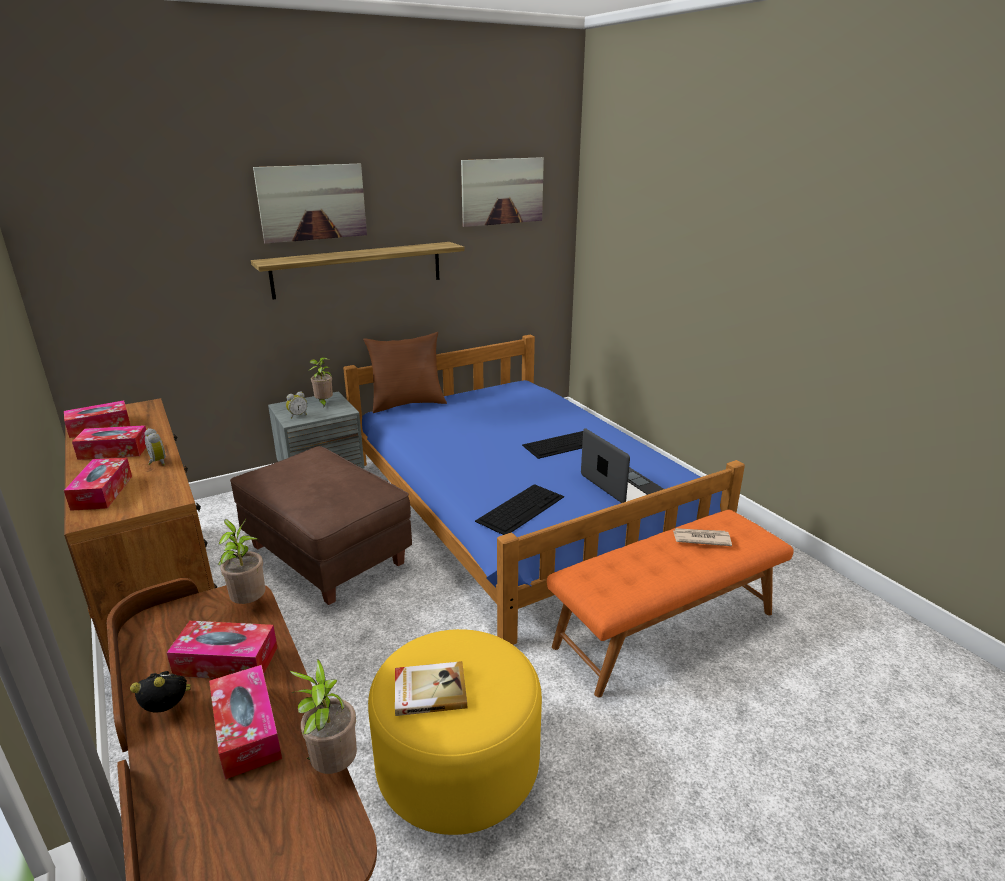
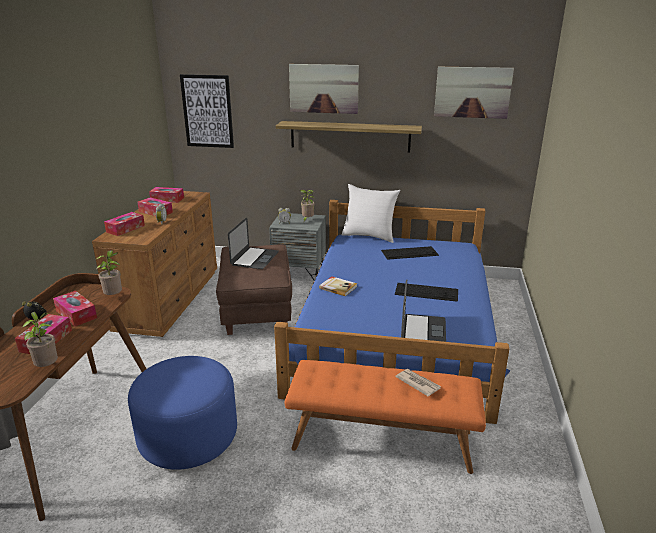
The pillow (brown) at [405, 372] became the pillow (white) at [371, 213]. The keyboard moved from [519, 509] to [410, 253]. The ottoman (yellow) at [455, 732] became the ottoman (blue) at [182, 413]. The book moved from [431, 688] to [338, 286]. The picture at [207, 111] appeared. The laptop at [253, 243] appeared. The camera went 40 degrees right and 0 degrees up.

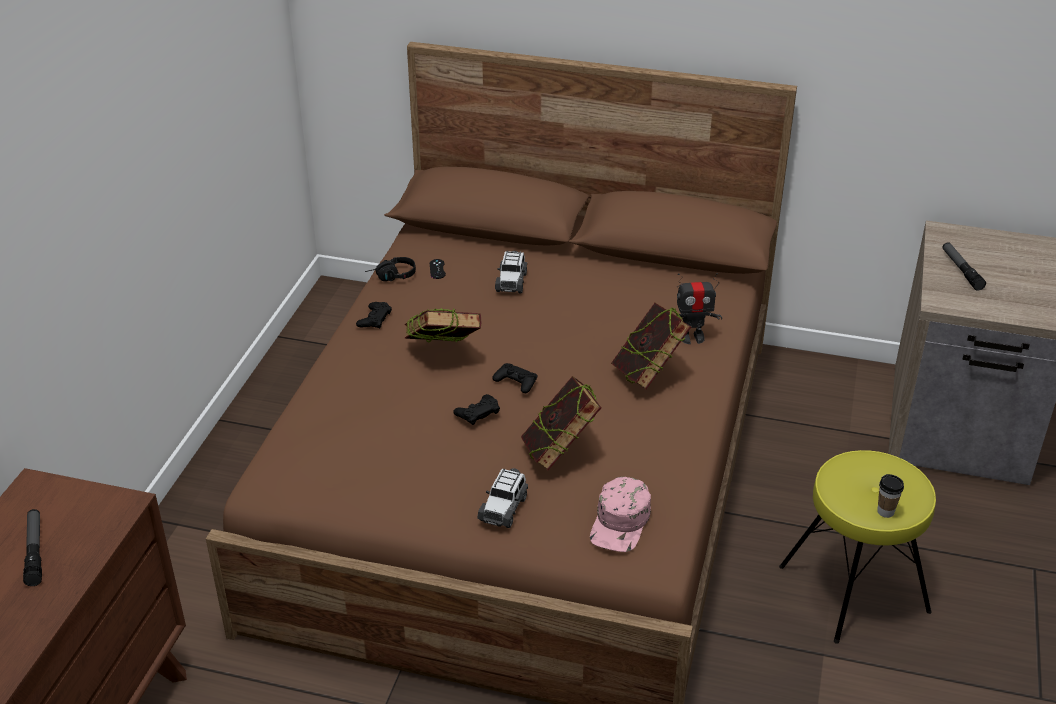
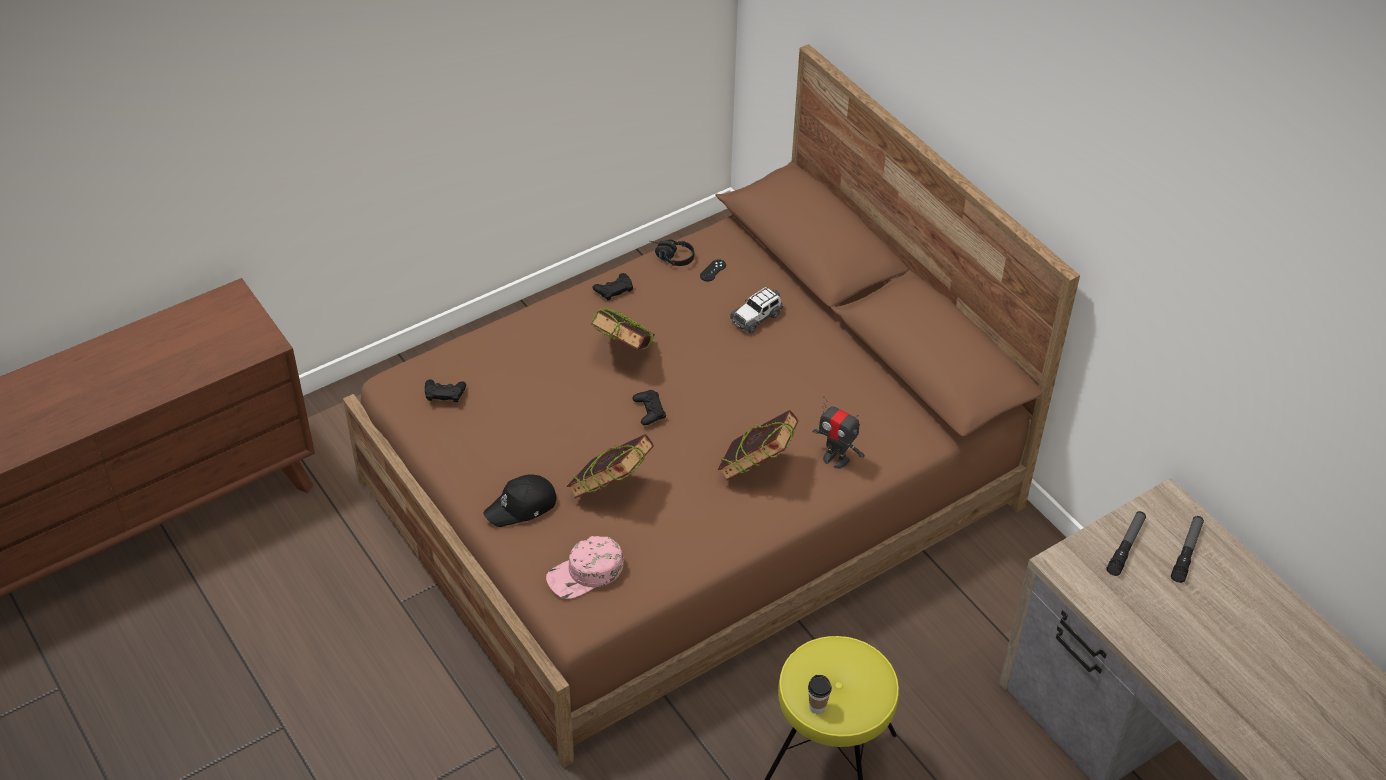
The game controller (black) moved from [476, 409] to [445, 390]. The toy car at [502, 498] was replaced by the cap (black) at [520, 500]. The flashlight moved from [32, 547] to [1187, 549]. The camera went 40 degrees right and 10 degrees up.

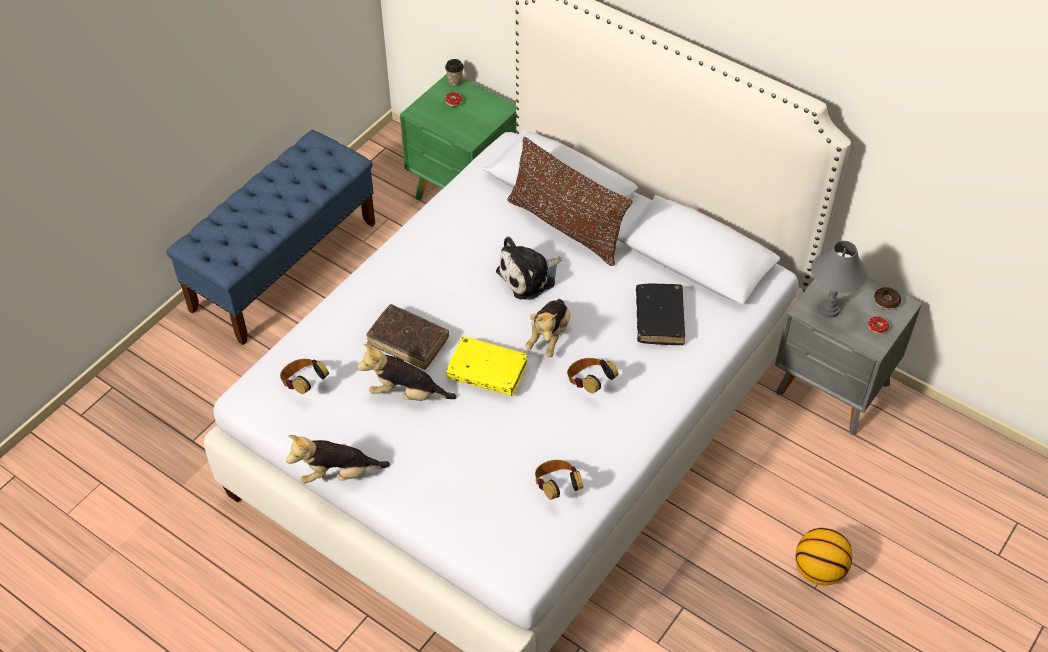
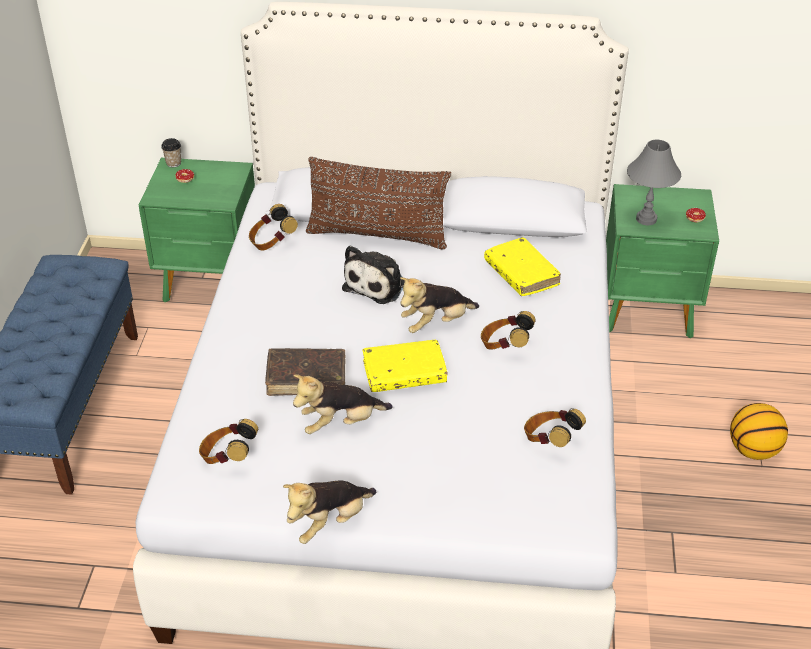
The nightstand (grey) at [848, 356] became the nightstand (green) at [662, 261]. The book (black) at [660, 314] became the book (yellow) at [522, 266]. The donut at [887, 298] disappeared. The plush toy at [548, 328] turned 75 degrees clockwise. The headphones at [273, 227] appeared. The camera went 30 degrees left and 10 degrees down.

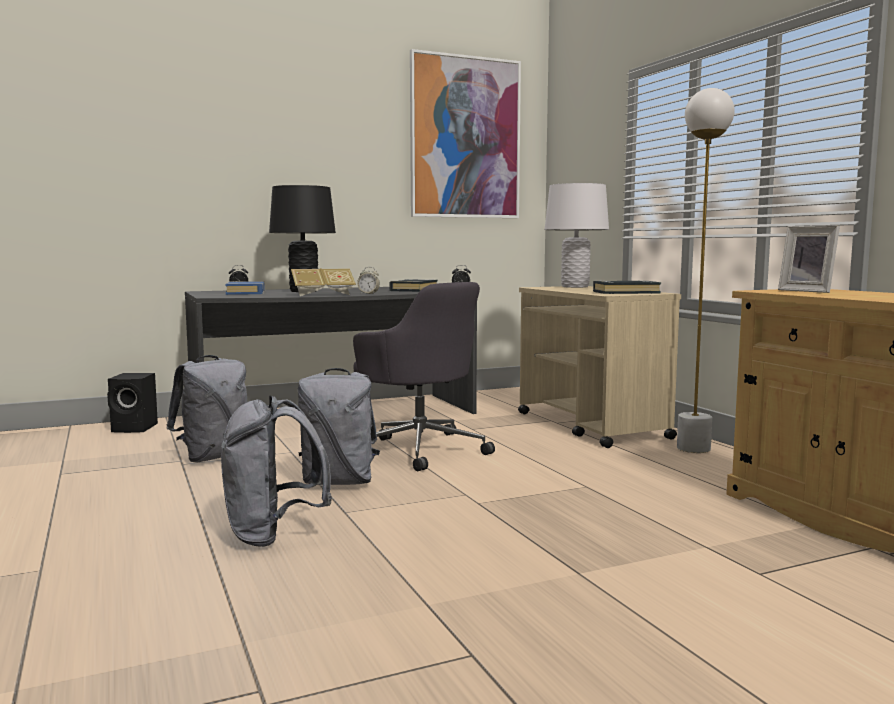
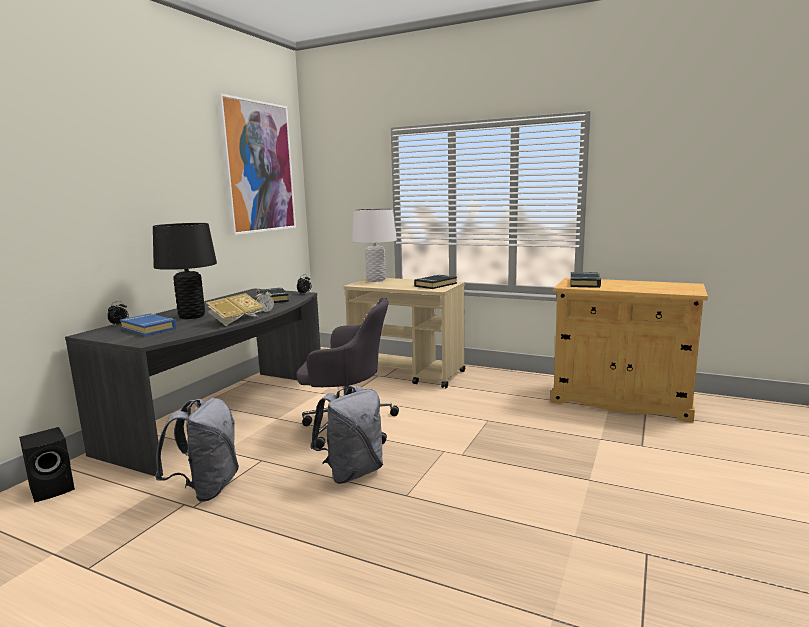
The floor lamp (white) at [706, 270] disappeared. The picture frame at [809, 259] was replaced by the book (black) at [585, 280]. The backpack (grey) at [276, 471] disappeared. The camera went 40 degrees left and 5 degrees up.

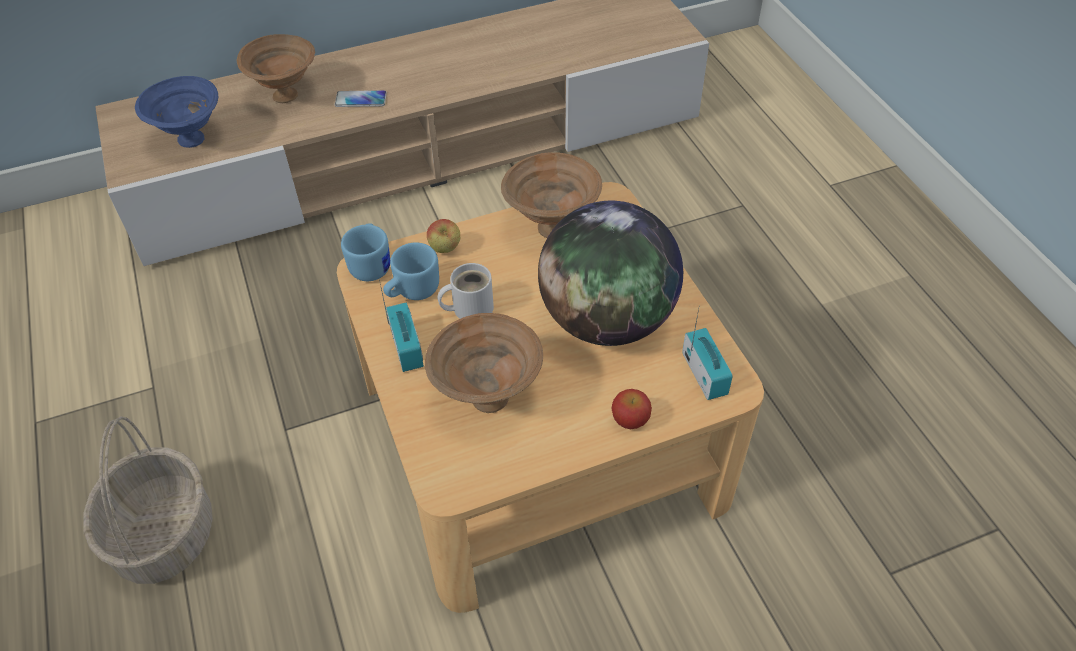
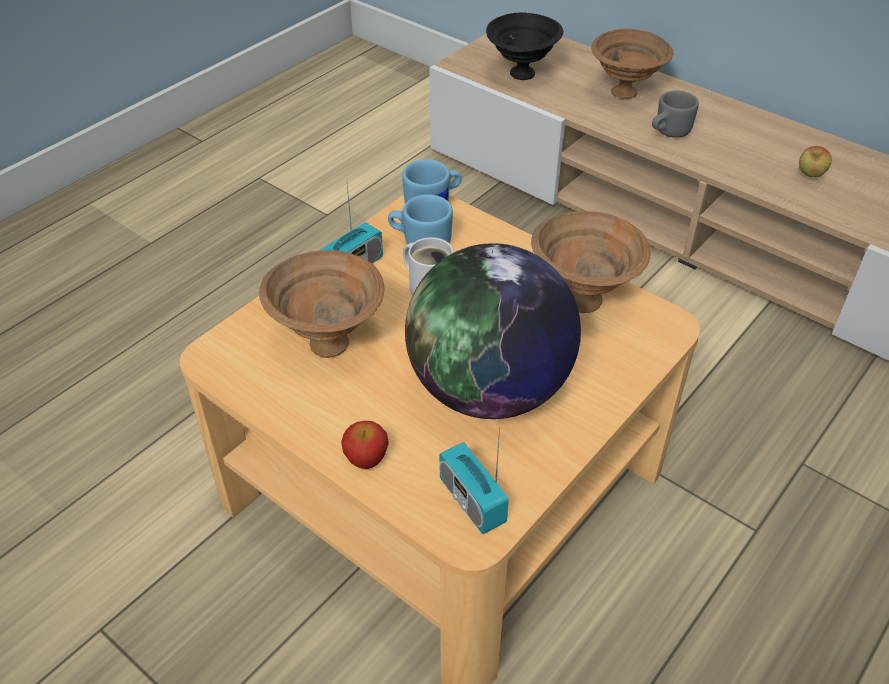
The bowl (blue) at [176, 112] became the bowl (black) at [524, 46]. The phone at [361, 98] was replaced by the mug (grey) at [675, 114]. The apple moved from [443, 236] to [815, 161]. The radio at [707, 354] turned 105 degrees clockwise. The basket at [148, 500] disappeared. The camera went 60 degrees right and 5 degrees down.

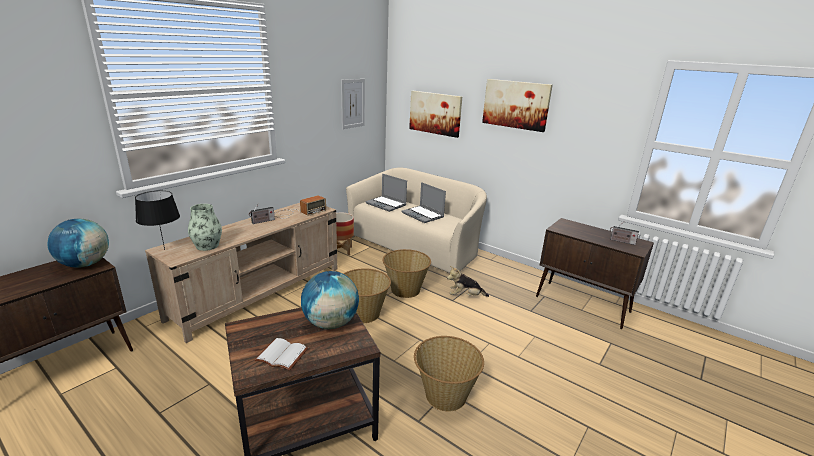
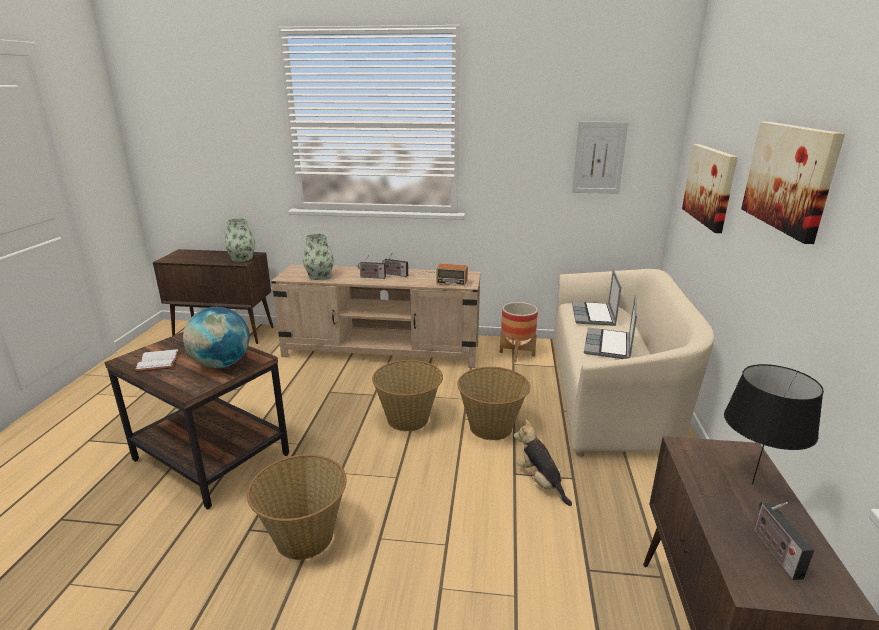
The table lamp (black) moved from [157, 220] to [774, 424]. The globe at [78, 243] was replaced by the vase at [240, 240]. The radio at [372, 267] appeared. The camera went 60 degrees right and 0 degrees up.

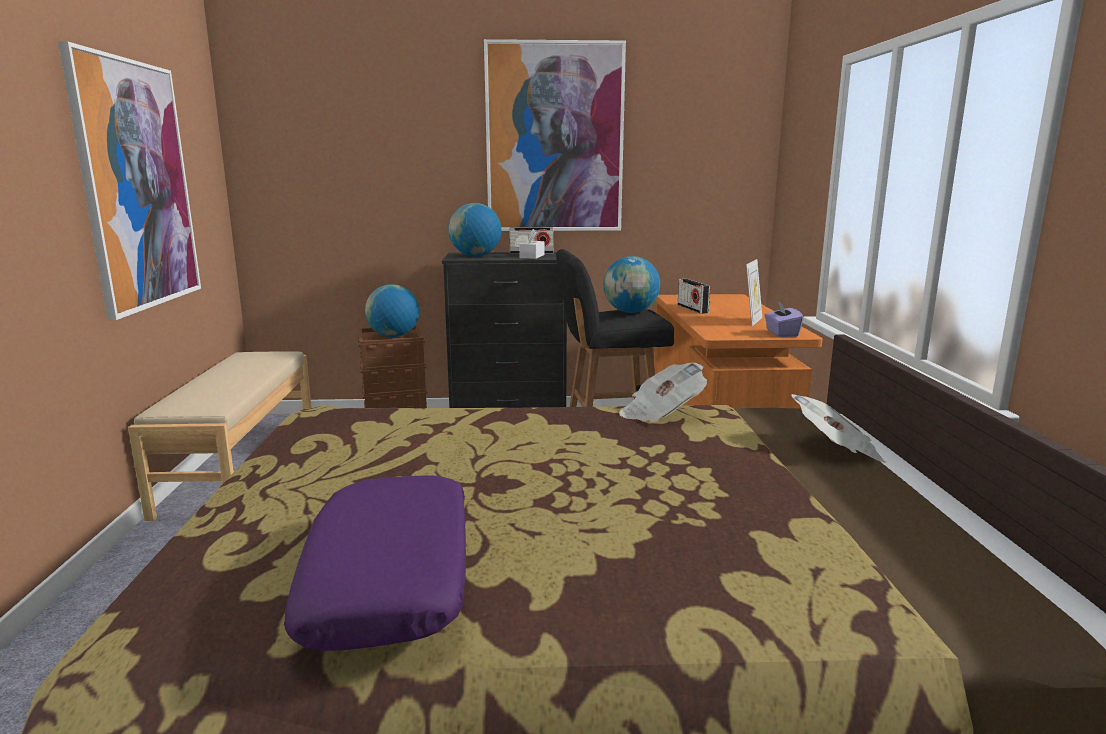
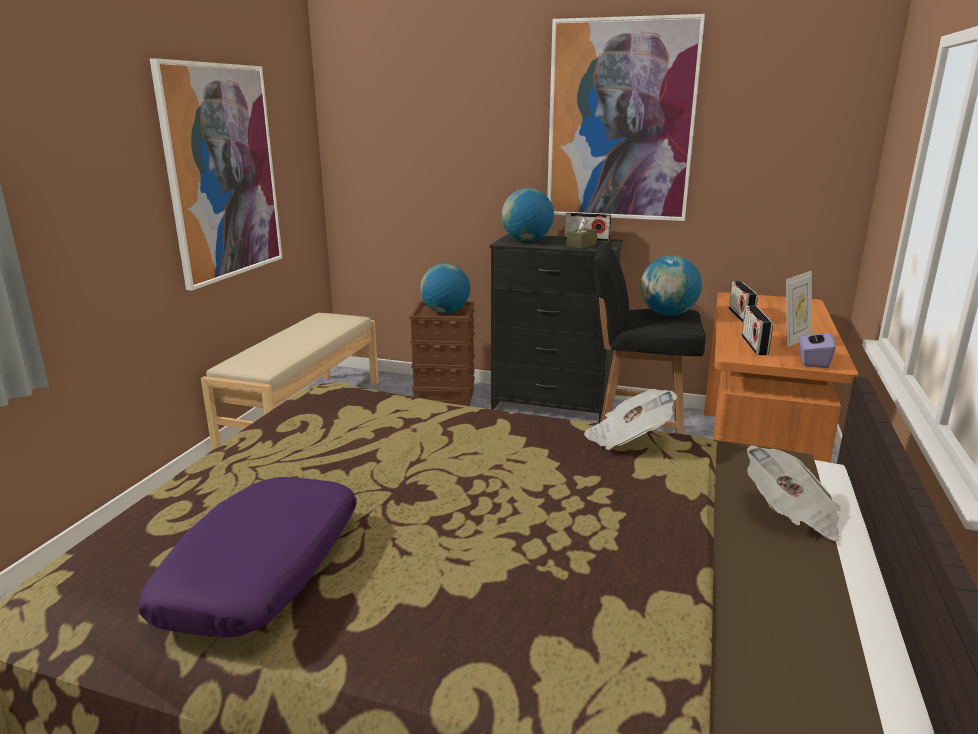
The tissue box (white) at [531, 244] became the tissue box (brown) at [581, 233]. The radio at [757, 330] appeared. The camera went 20 degrees right and 5 degrees up.

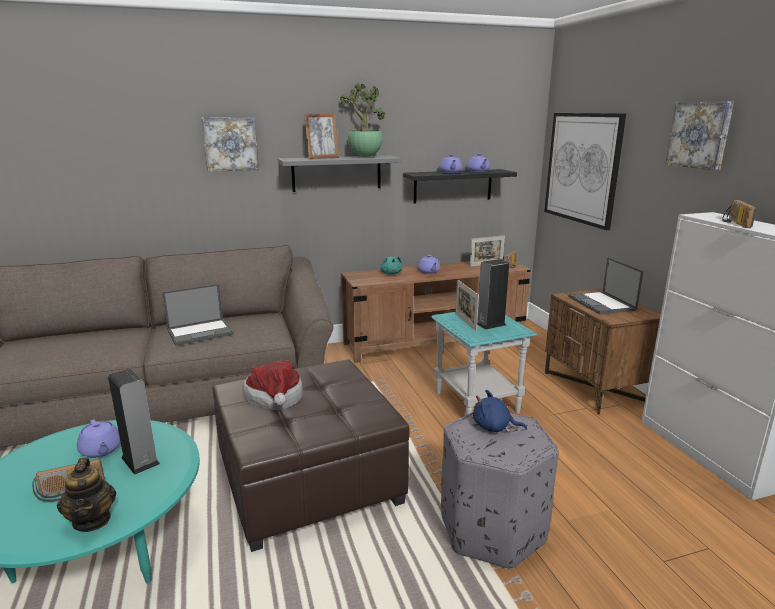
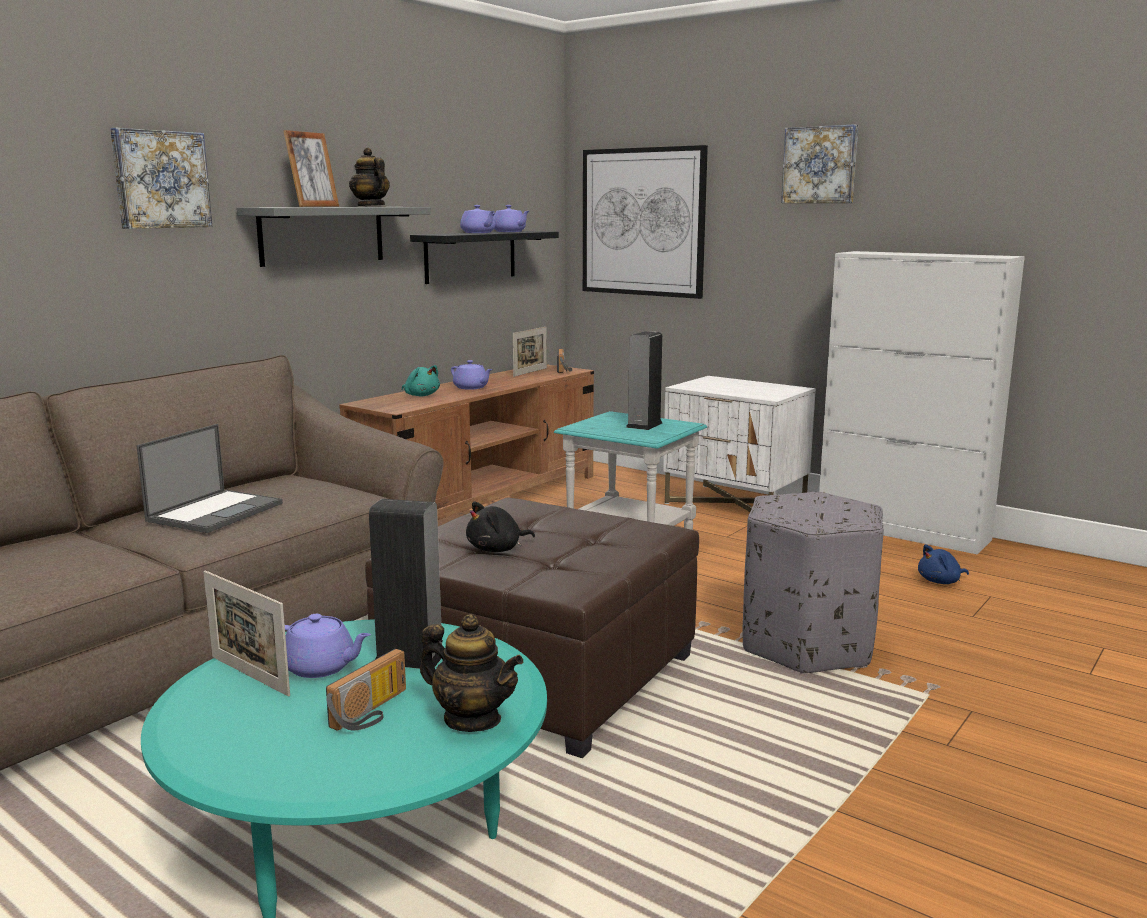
The potted plant at [363, 120] was replaced by the teapot at [369, 177]. The radio at [739, 214] disappeared. The laptop at [606, 286] disappeared. The picture frame moved from [467, 305] to [247, 633]. The nightstand (brown) at [603, 351] became the nightstand (white) at [739, 444]. The hat at [273, 385] was replaced by the plush toy (black) at [500, 527]. The plush toy (blue) moved from [500, 411] to [943, 564]. The camera went 35 degrees left and 5 degrees down.

